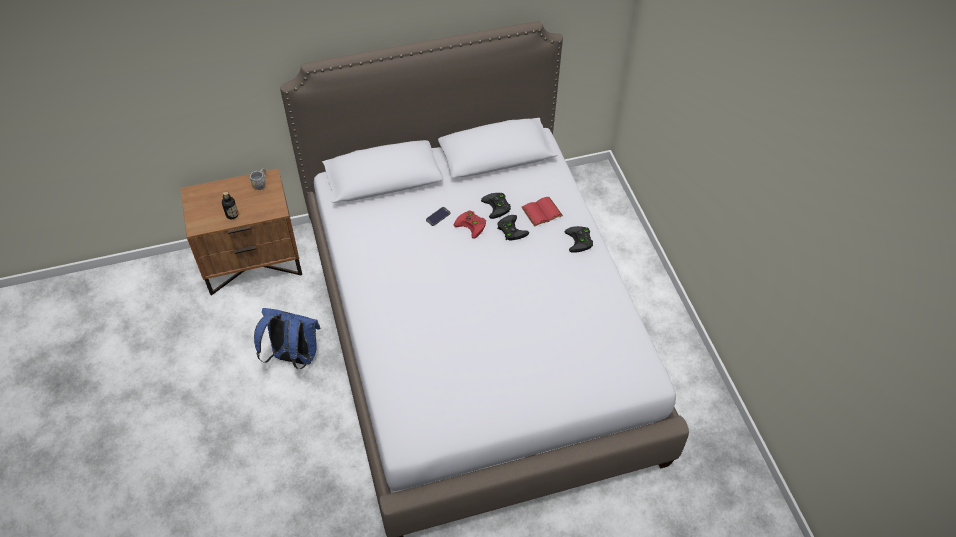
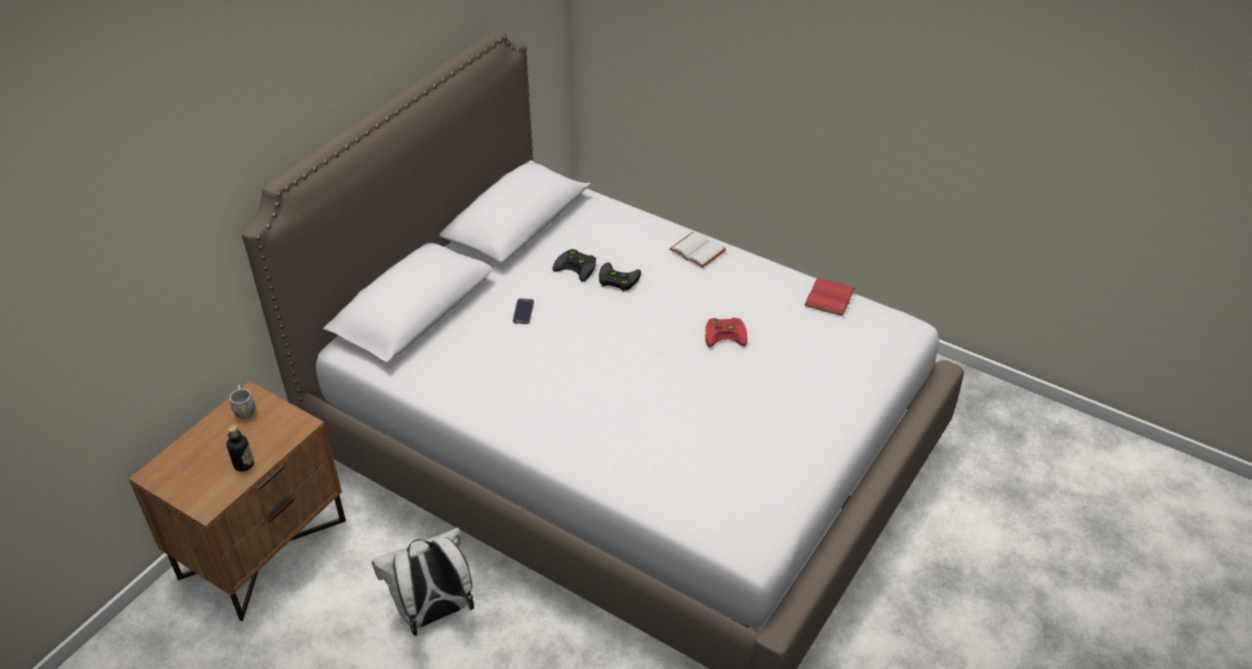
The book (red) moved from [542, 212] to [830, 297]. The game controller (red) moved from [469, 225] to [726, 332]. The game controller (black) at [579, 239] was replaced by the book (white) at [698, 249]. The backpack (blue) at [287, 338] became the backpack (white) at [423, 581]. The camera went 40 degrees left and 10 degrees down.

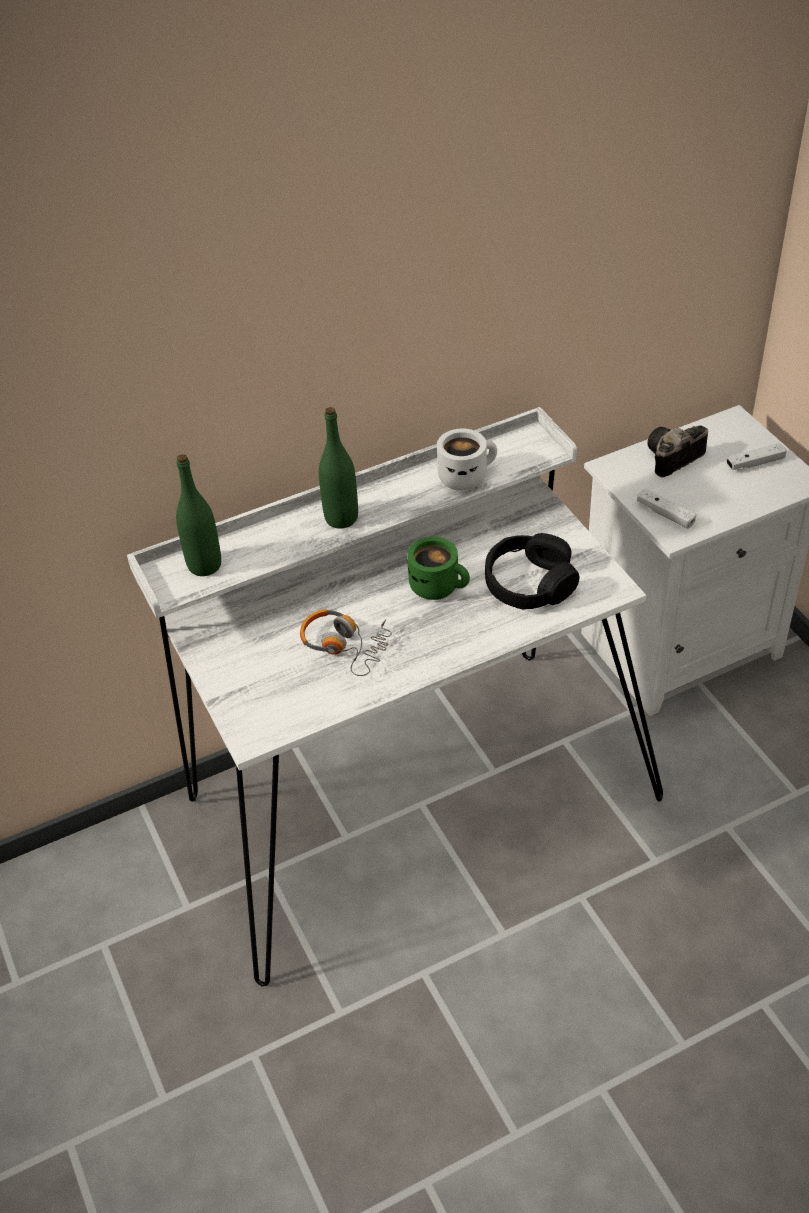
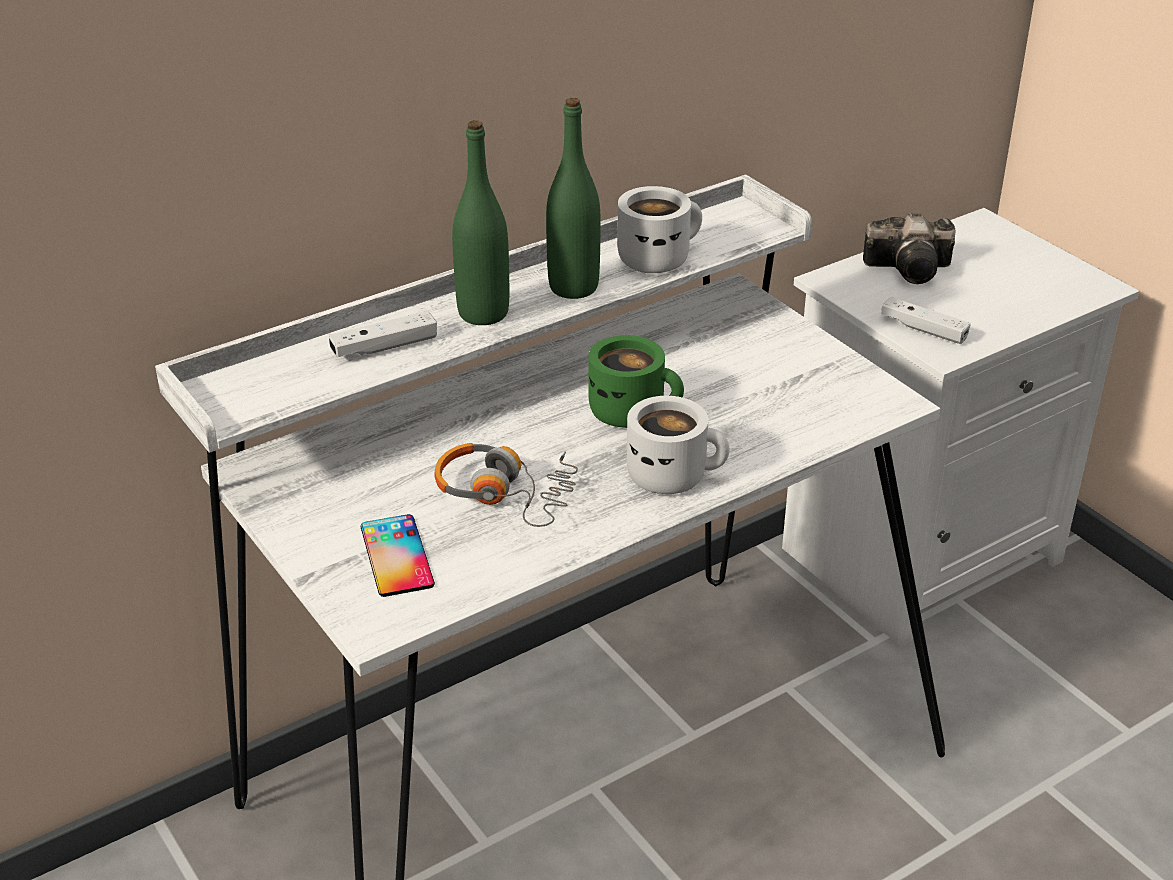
The photo camera at [677, 451] turned 135 degrees counterclockwise. The game controller (white) moved from [756, 456] to [383, 334]. The bottle (green) moved from [198, 515] to [573, 198]. The headphones (black) at [532, 571] disappeared. The mug (white) at [678, 445] appeared. The phone at [398, 555] appeared. The camera went 10 degrees left and 10 degrees down.

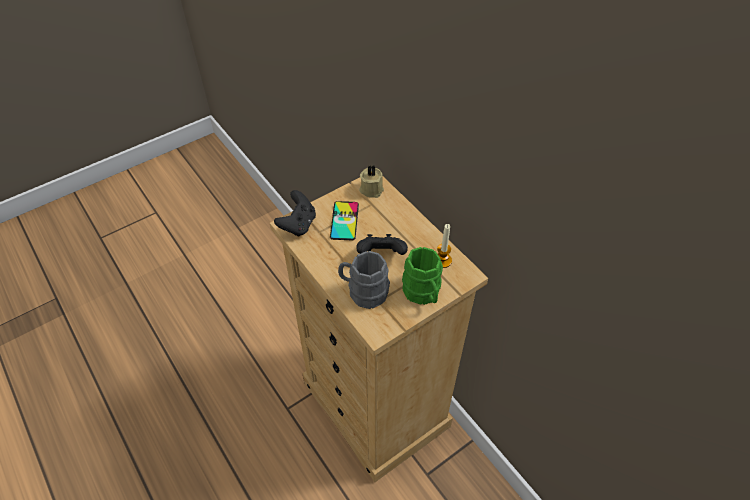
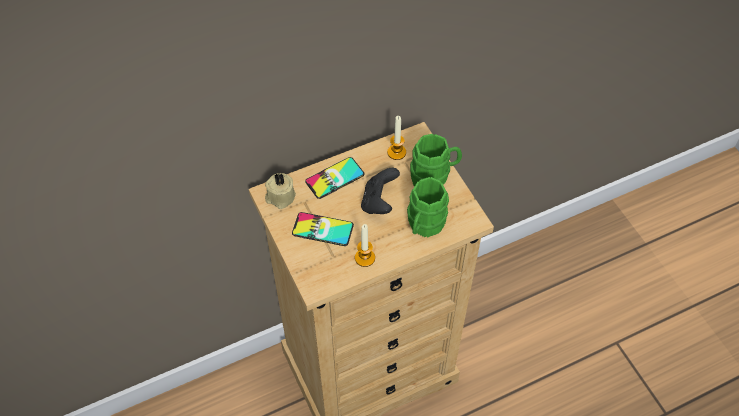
The game controller (black) at [295, 213] disappeared. The mug (grey) at [364, 280] became the mug (green) at [428, 207]. The phone at [334, 178] appeared. The candle at [365, 245] appeared. The camera went 80 degrees left and 5 degrees up.

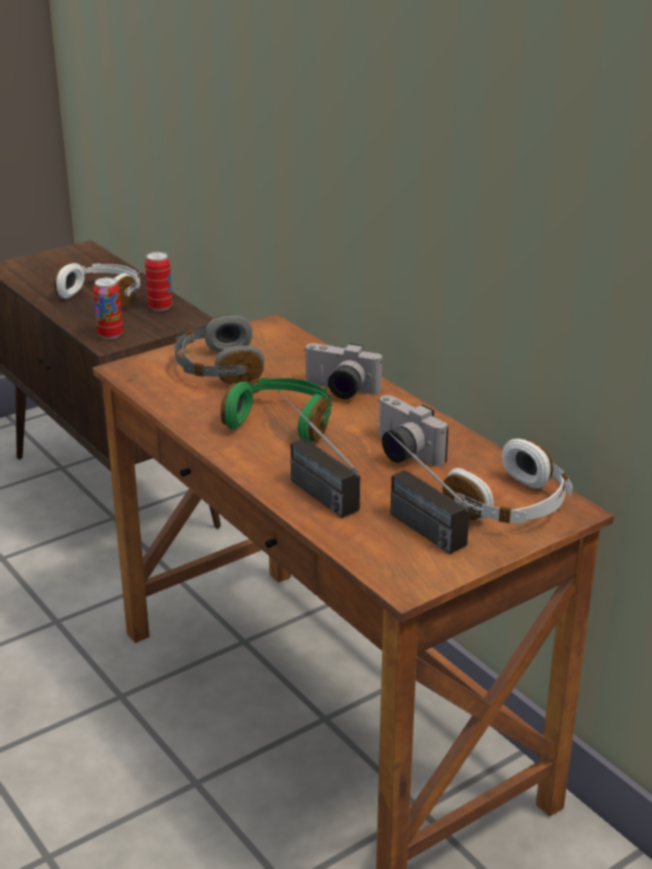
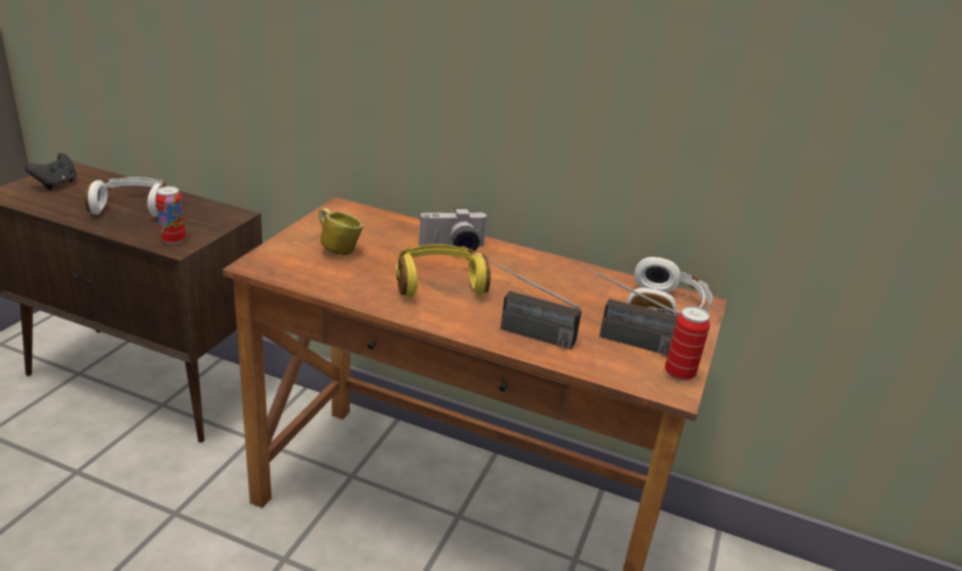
The can moved from [159, 281] to [687, 343]. The headphones (grey) at [219, 349] was replaced by the mug at [340, 231]. The headphones (green) at [276, 409] became the headphones (yellow) at [443, 271]. The photo camera at [413, 430] disappeared. The game controller (black) at [51, 171] appeared. The camera went 35 degrees left and 0 degrees up.

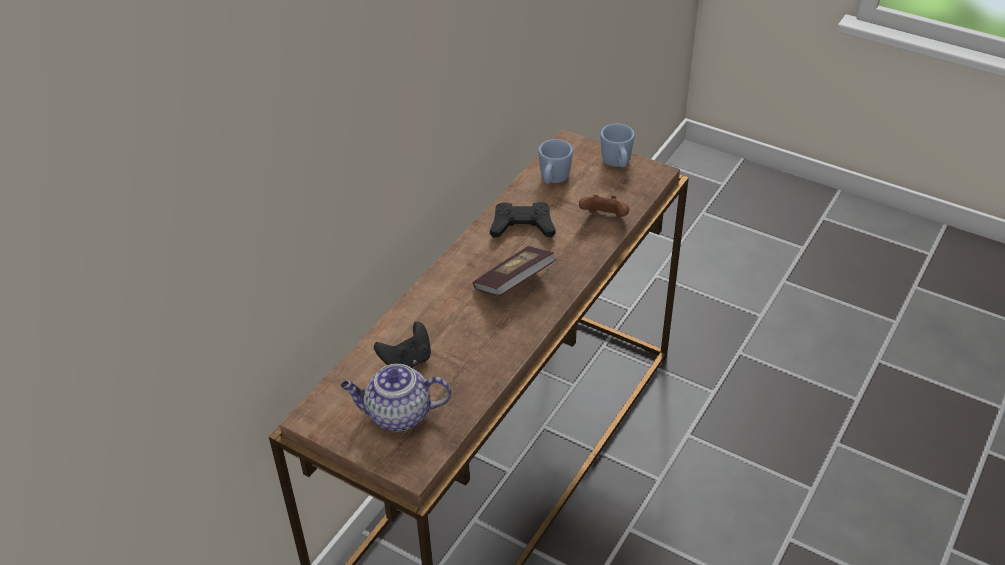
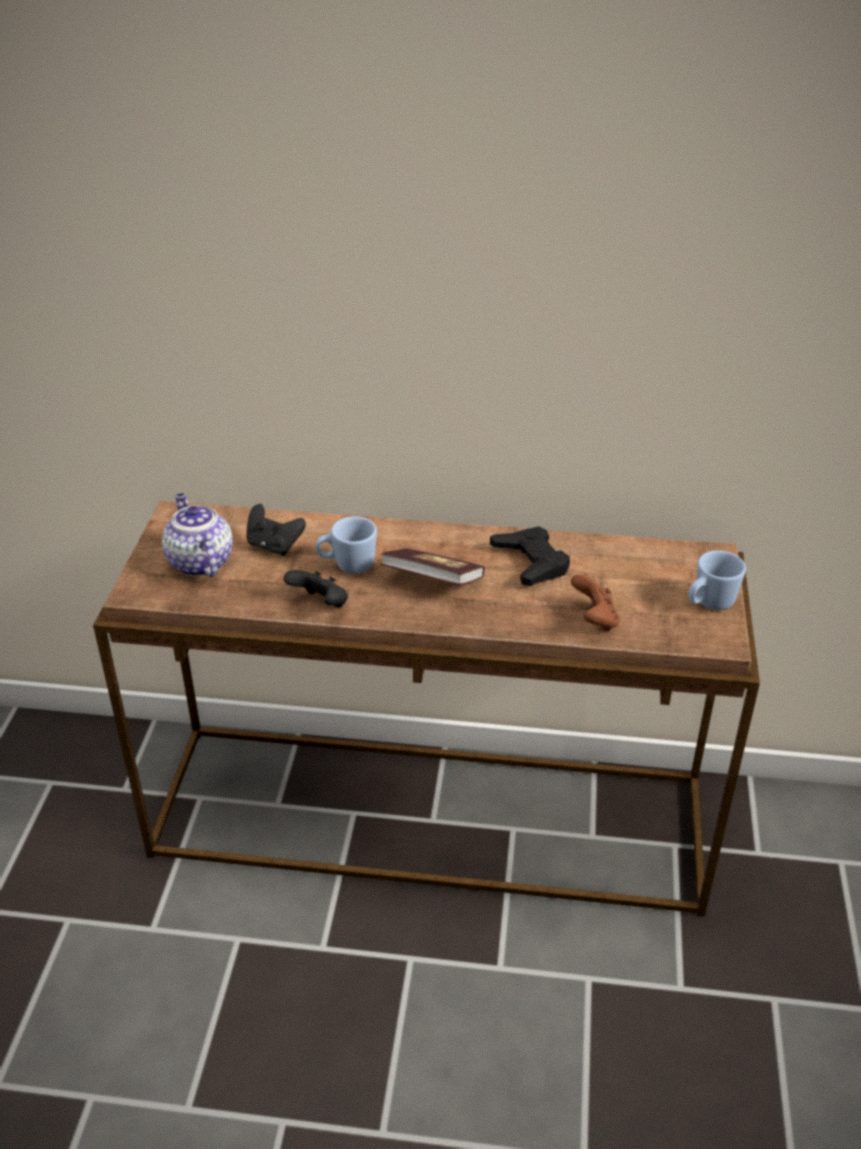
The mug (blue) moved from [555, 161] to [346, 545]. The game controller (black) at [316, 588] appeared. The camera went 65 degrees right and 5 degrees down.

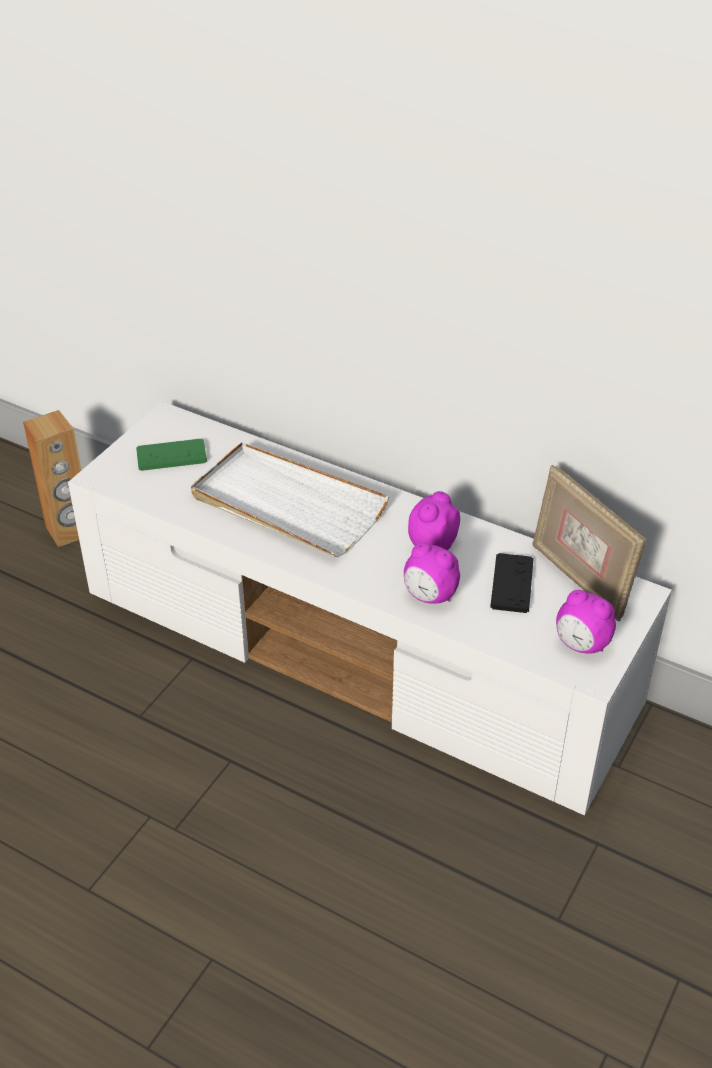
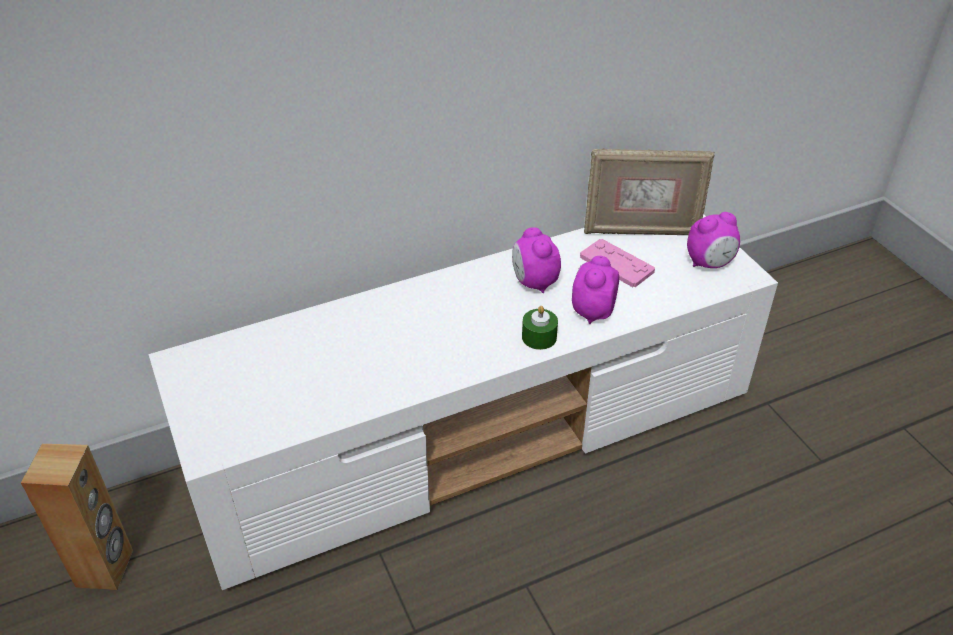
The game controller (green) at [171, 454] disappeared. The tray (white) at [290, 499] disappeared. The alarm clock at [432, 573] turned 135 degrees clockwise. The game controller (black) at [512, 583] became the game controller (pink) at [617, 263]. The candle (green) at [540, 328] appeared. The camera went 55 degrees left and 0 degrees up.

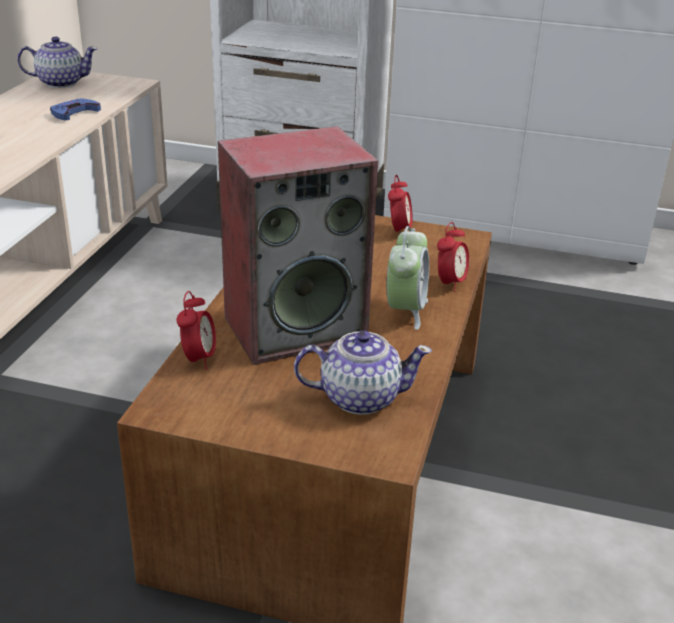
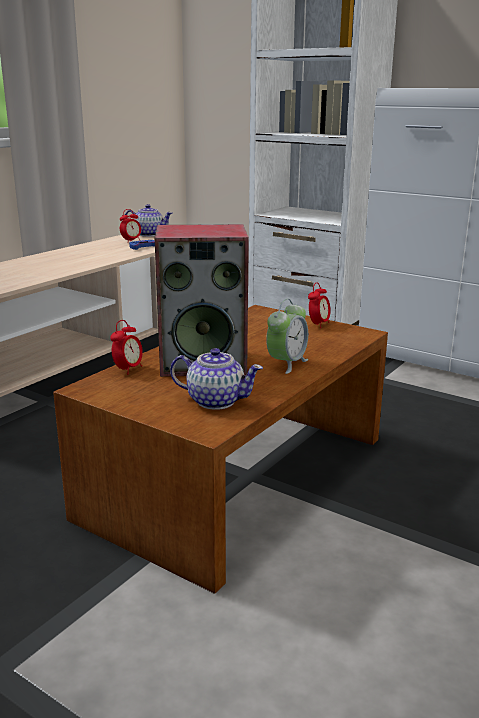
The alarm clock moved from [453, 257] to [130, 225]. The camera went 20 degrees right and 10 degrees down.

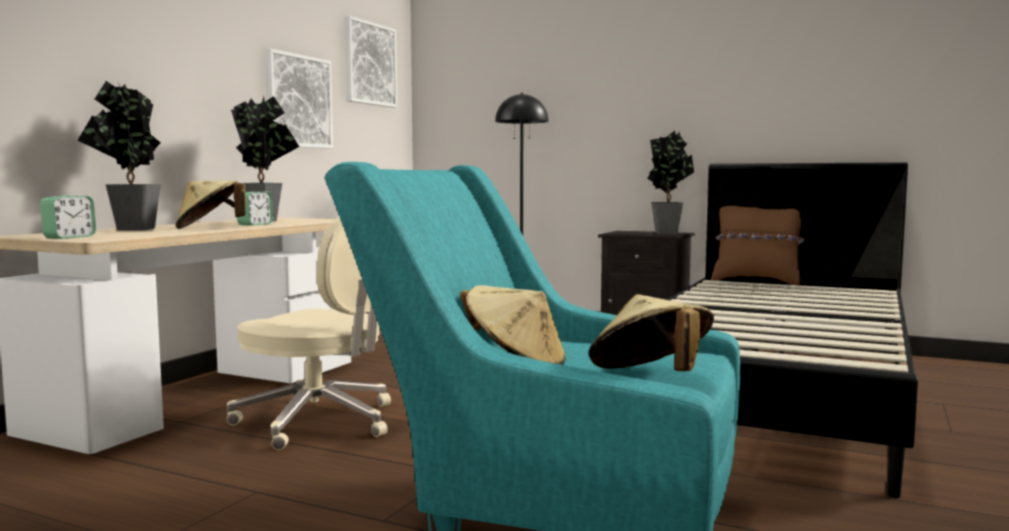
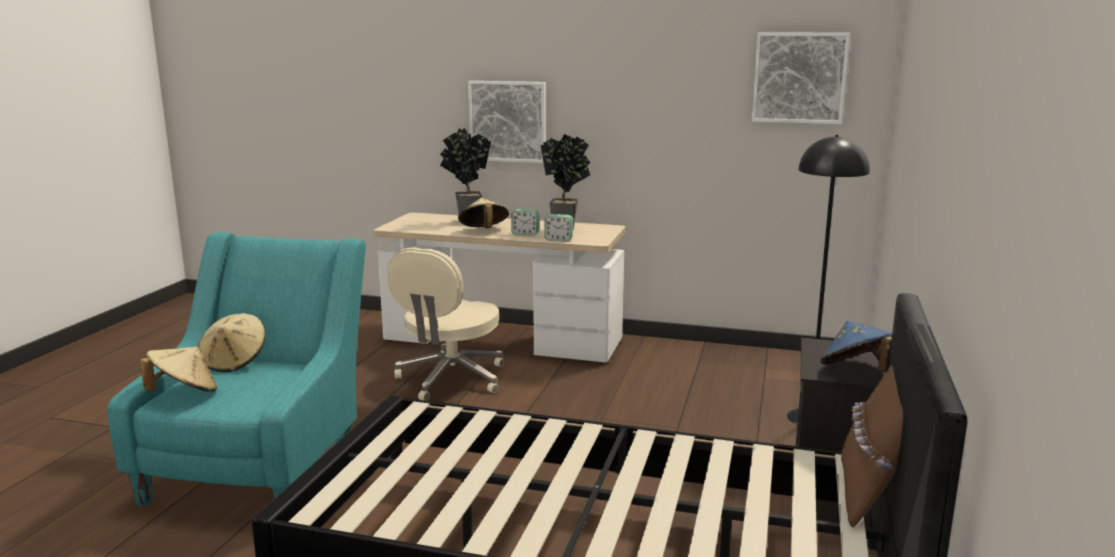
The picture moved from [299, 99] to [507, 122]. The potted plant at [670, 183] was replaced by the hat (blue) at [856, 346]. The alarm clock moved from [68, 217] to [558, 227]. The camera went 80 degrees right and 10 degrees up.

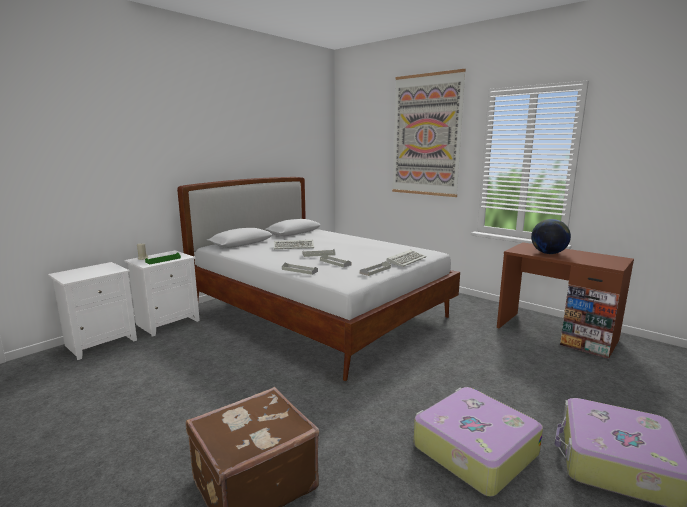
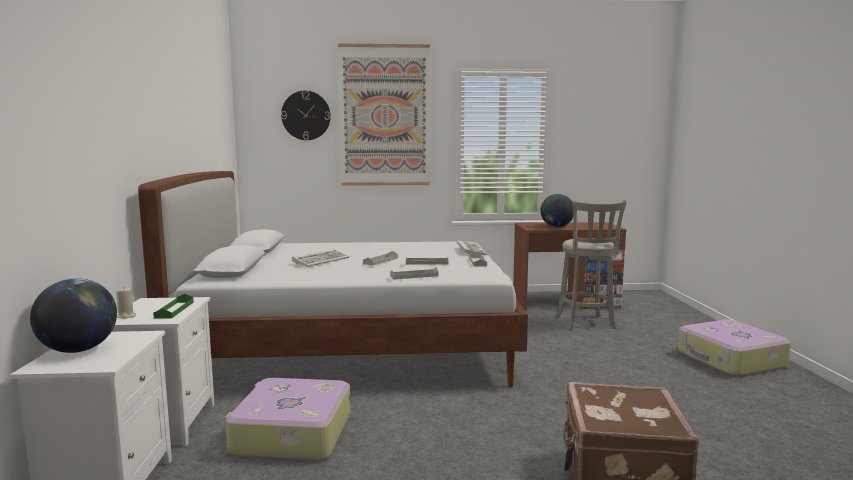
The suitcase moved from [478, 442] to [288, 419]. The wall clock at [306, 115] appeared. The stool (grey) at [591, 265] appeared. The globe at [73, 315] appeared. The camera went 45 degrees left and 5 degrees down.

